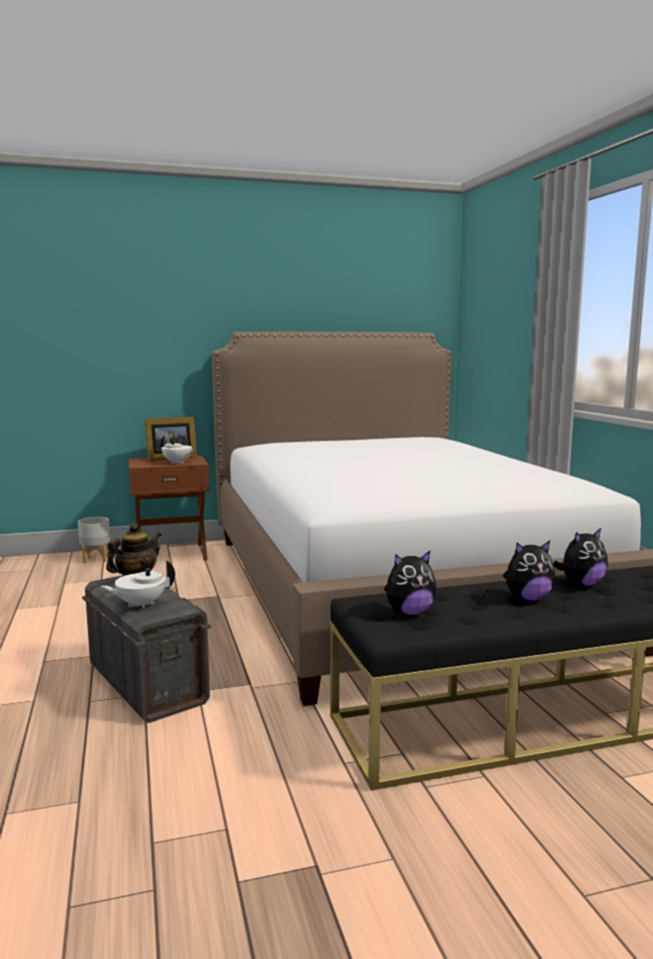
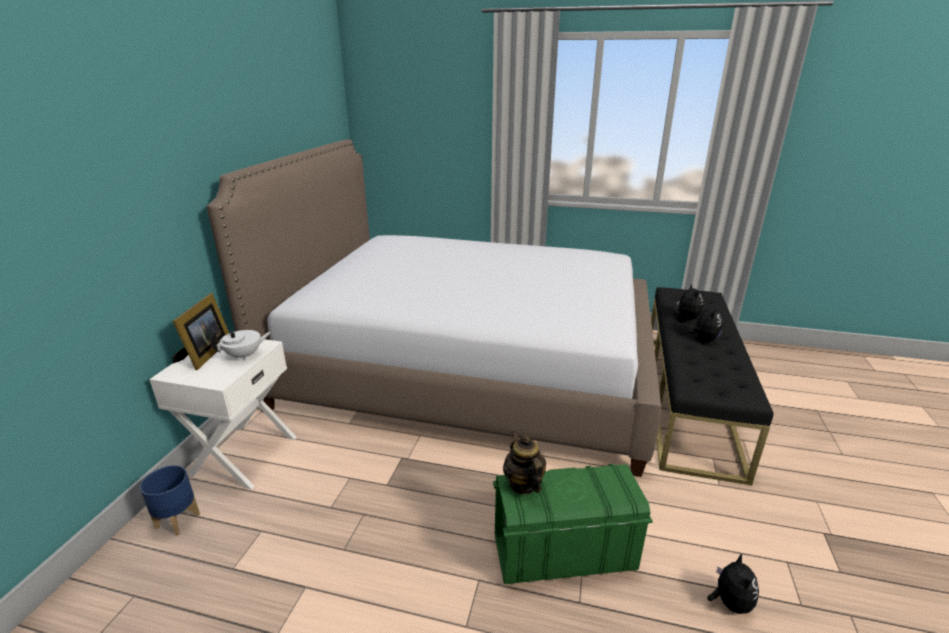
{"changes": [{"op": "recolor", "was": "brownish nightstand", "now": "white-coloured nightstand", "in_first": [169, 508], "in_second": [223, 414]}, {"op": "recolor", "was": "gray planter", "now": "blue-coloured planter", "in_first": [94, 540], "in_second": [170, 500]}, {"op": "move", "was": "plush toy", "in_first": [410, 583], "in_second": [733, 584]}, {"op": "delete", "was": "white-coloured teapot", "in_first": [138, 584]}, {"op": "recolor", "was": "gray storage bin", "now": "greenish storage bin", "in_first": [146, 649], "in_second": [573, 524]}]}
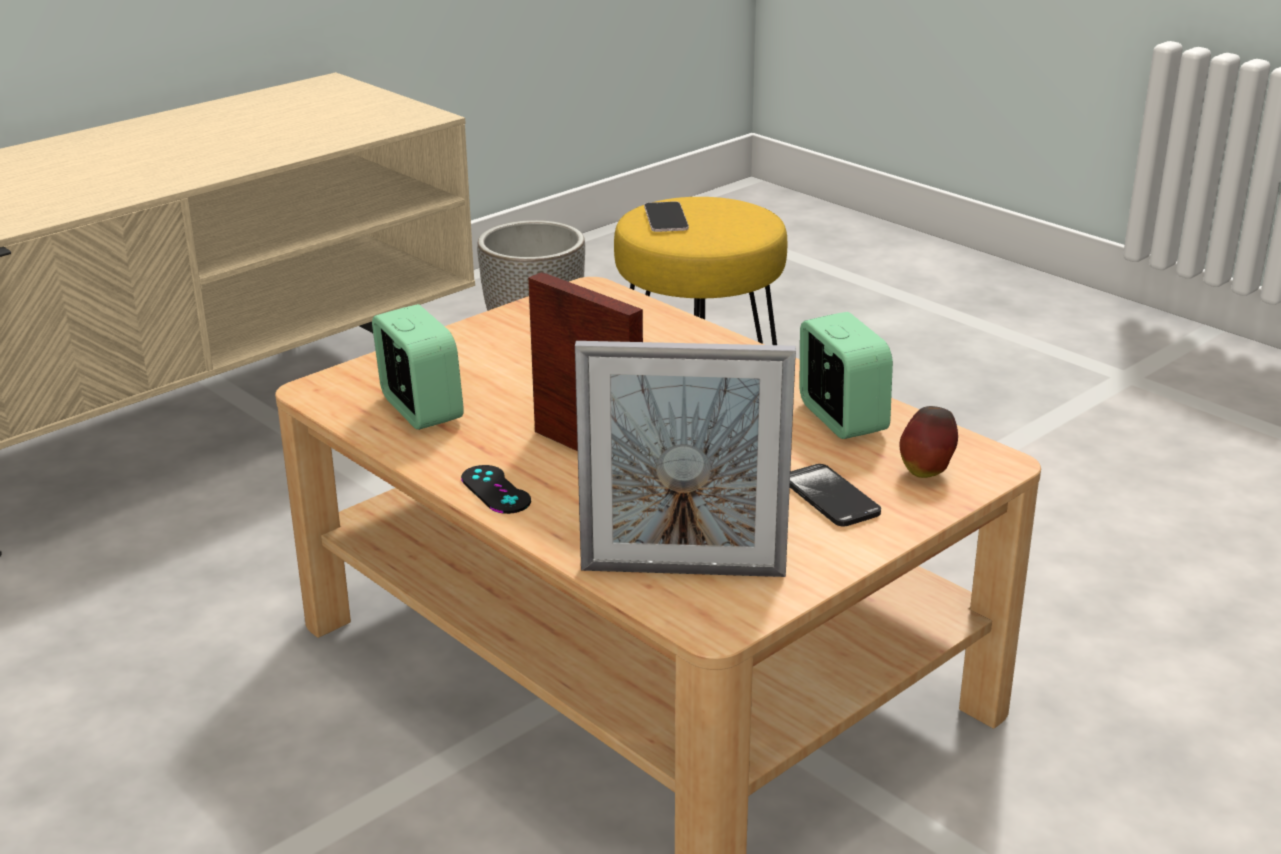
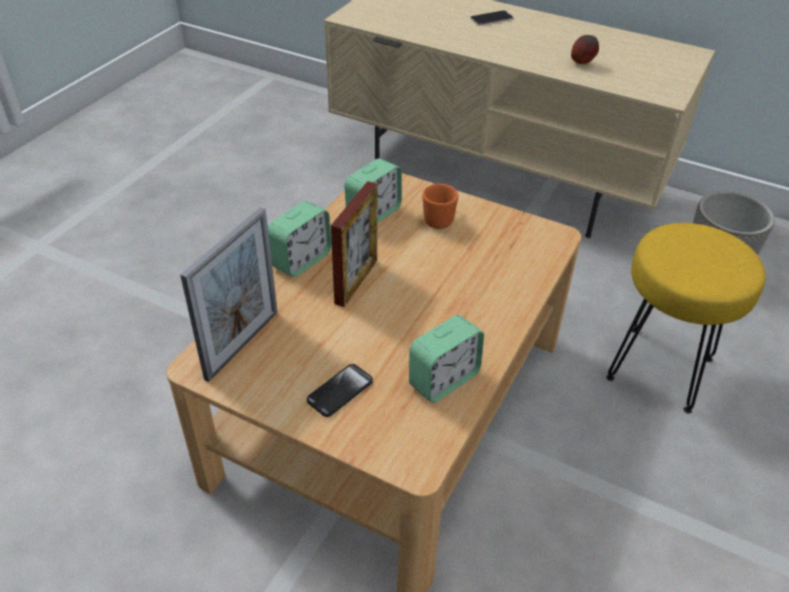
{"changes": [{"op": "move", "was": "handset", "in_first": [666, 216], "in_second": [492, 17]}, {"op": "rotate", "was": "standing frame", "in_first": [685, 459], "in_second": [229, 294], "clockwise": -135}, {"op": "move", "was": "apple fruit", "in_first": [929, 442], "in_second": [585, 49]}, {"op": "replace", "was": "blackish gamepad", "now": "bedside clock", "in_first": [496, 489], "in_second": [300, 239]}, {"op": "insert", "now": "orange mug", "in_second": [440, 206]}]}
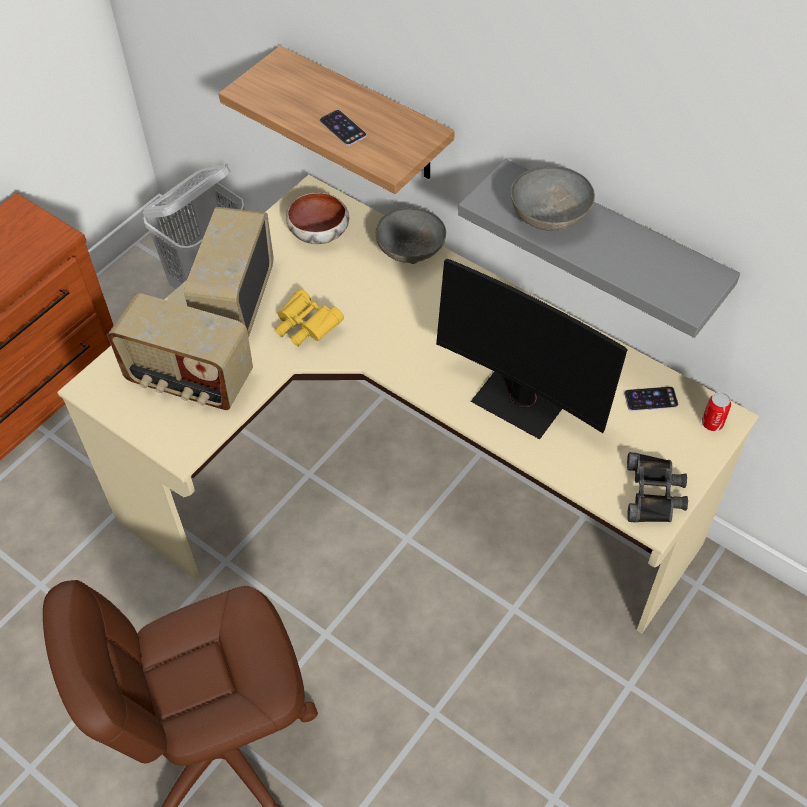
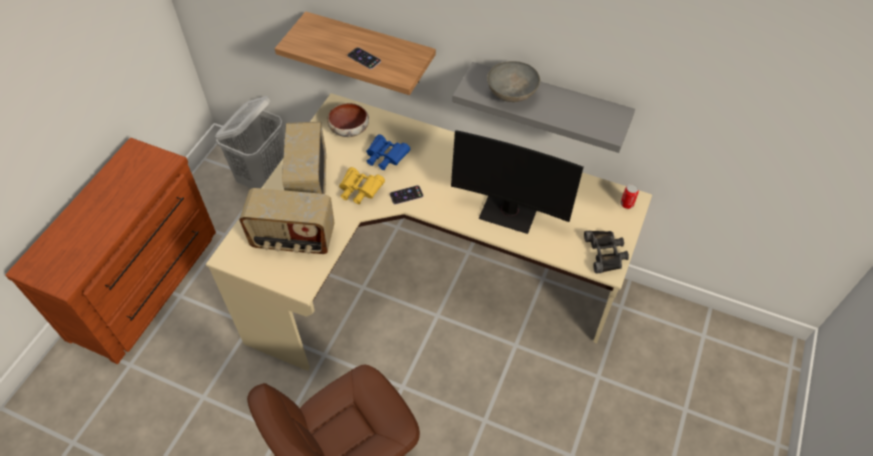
{"changes": [{"op": "delete", "was": "gray serving bowl", "in_first": [411, 235]}, {"op": "move", "was": "handset", "in_first": [651, 398], "in_second": [406, 195]}, {"op": "insert", "now": "blue-coloured binoculars", "in_second": [388, 152]}]}
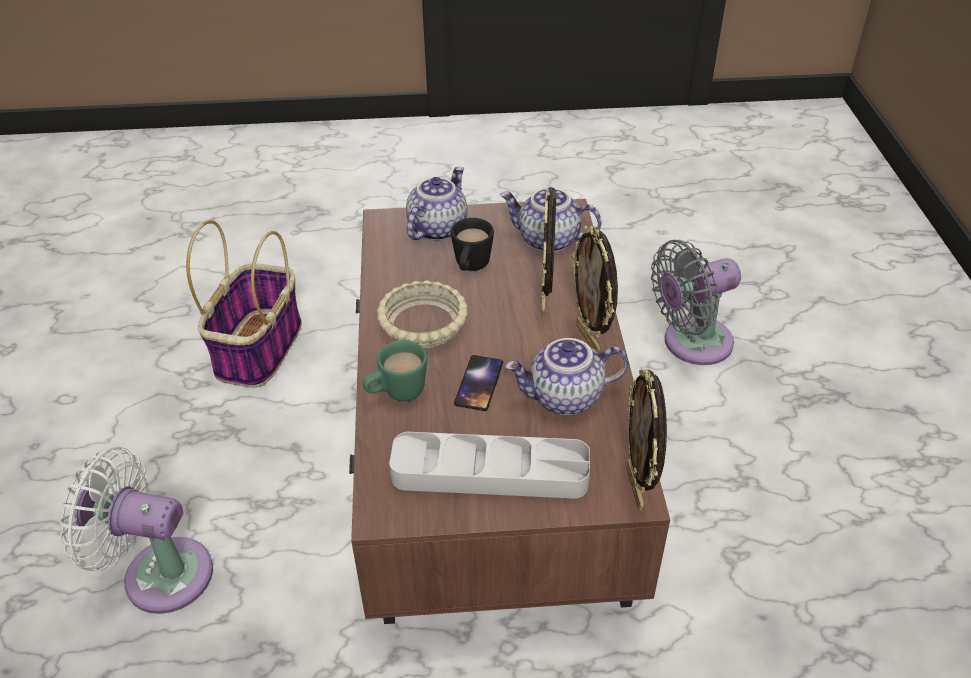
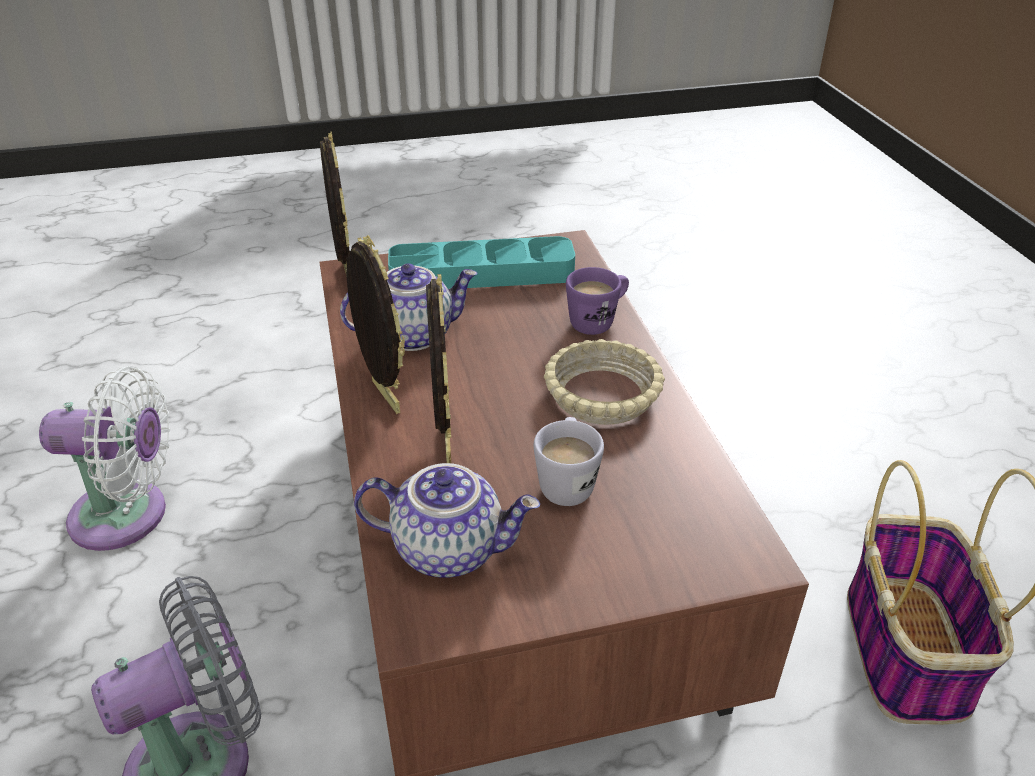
{"changes": [{"op": "delete", "was": "teapot", "in_first": [436, 204]}, {"op": "recolor", "was": "blackish mug", "now": "white-coloured mug", "in_first": [472, 244], "in_second": [569, 461]}, {"op": "recolor", "was": "greenish mug", "now": "purple-coloured mug", "in_first": [394, 370], "in_second": [597, 301]}, {"op": "delete", "was": "handset", "in_first": [478, 383]}, {"op": "recolor", "was": "gray serving tray", "now": "blue-green serving tray", "in_first": [489, 465], "in_second": [481, 262]}, {"op": "move", "was": "white-coloured cooling fan", "in_first": [136, 530], "in_second": [104, 458]}]}
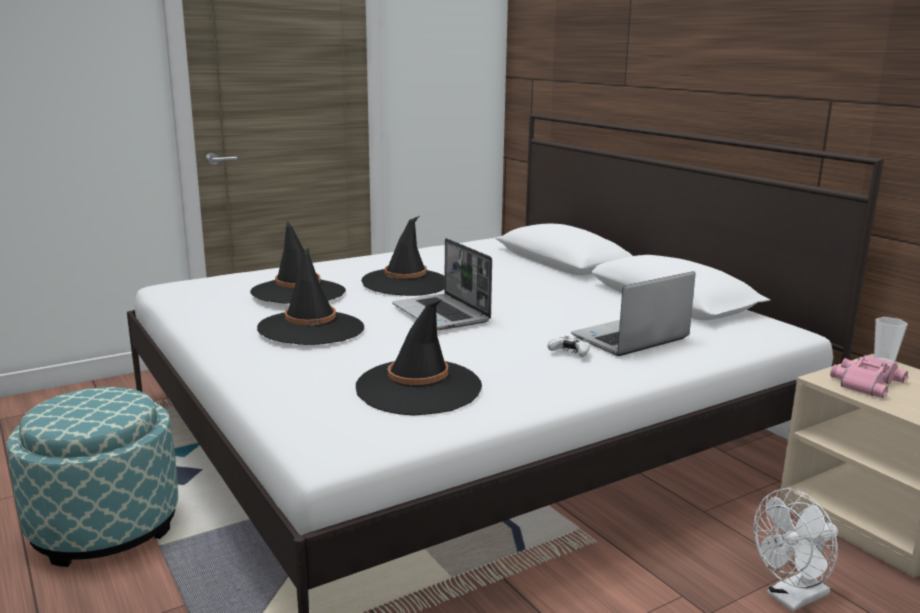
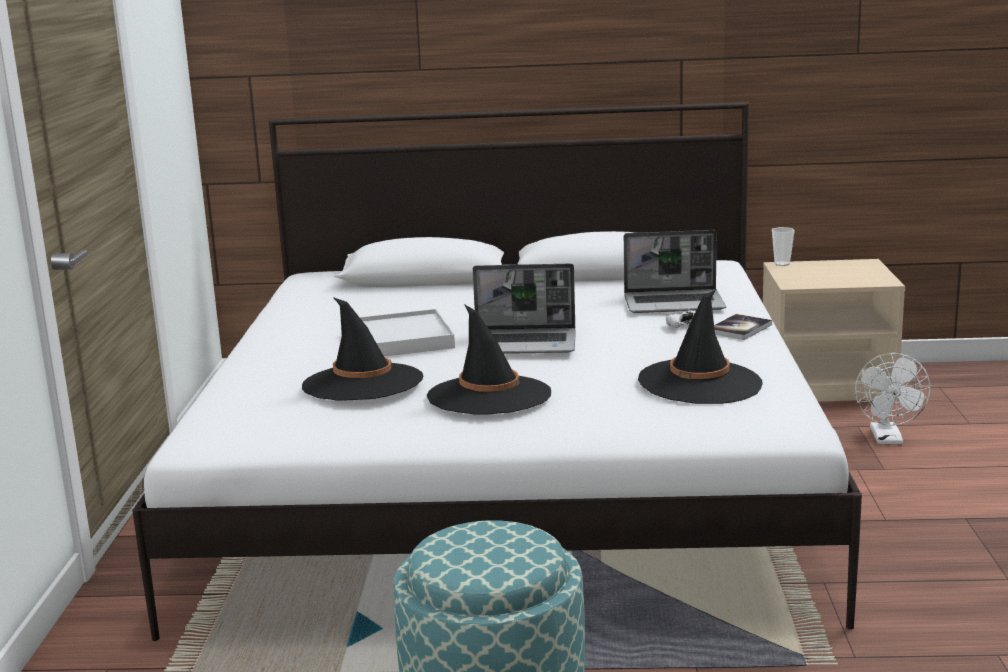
{"changes": [{"op": "replace", "was": "blackish wearable hat", "now": "white-coloured serving tray", "in_first": [403, 256], "in_second": [407, 332]}, {"op": "rotate", "was": "portable computer", "in_first": [633, 313], "in_second": [675, 271], "clockwise": -90}, {"op": "delete", "was": "pink binoculars", "in_first": [869, 376]}, {"op": "insert", "now": "bound book", "in_second": [743, 327]}]}
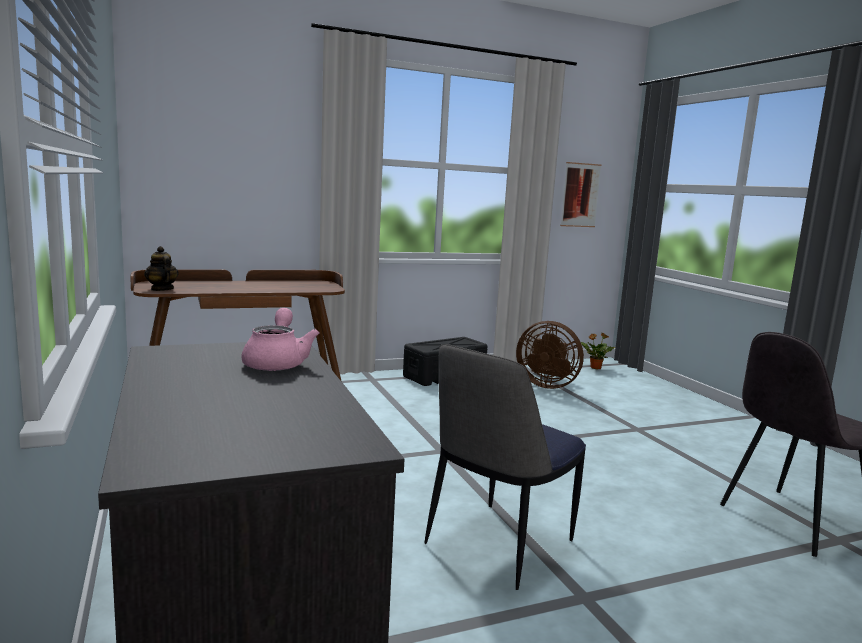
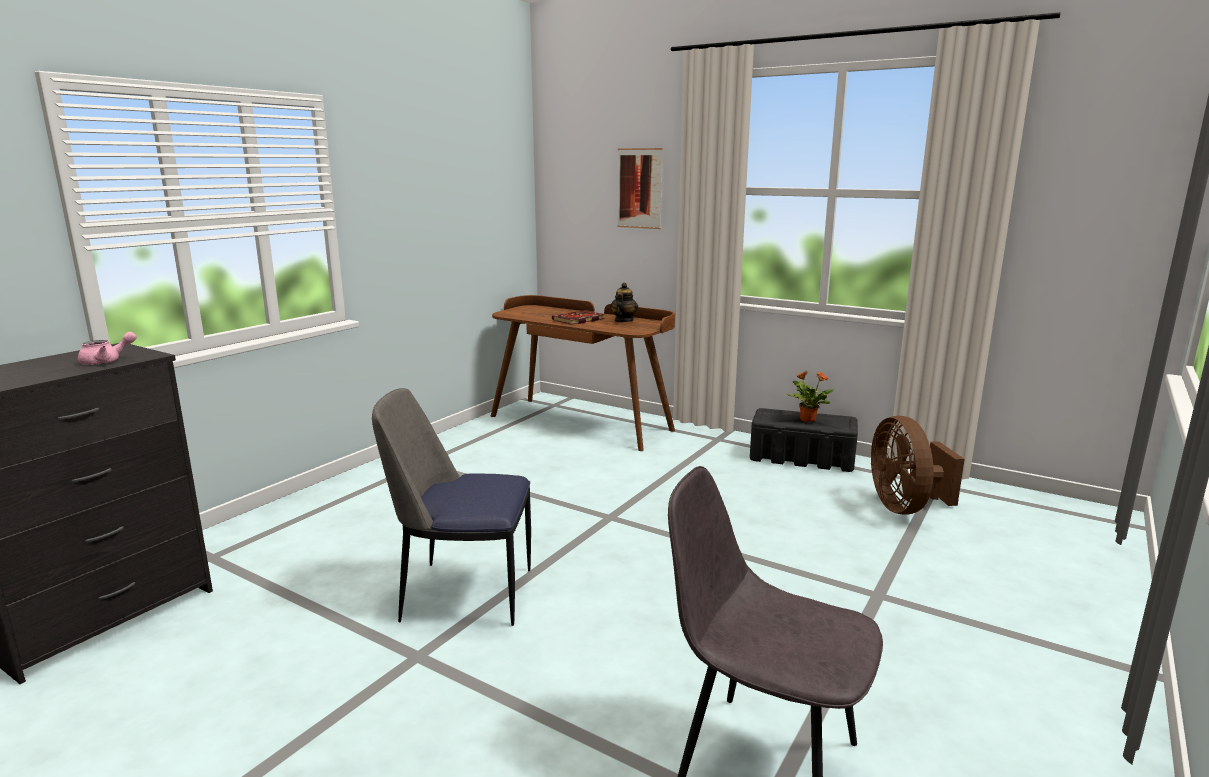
{"changes": [{"op": "move", "was": "picture", "in_first": [581, 194], "in_second": [640, 188]}, {"op": "move", "was": "teapot", "in_first": [161, 268], "in_second": [624, 302]}, {"op": "move", "was": "potted plant", "in_first": [598, 350], "in_second": [810, 396]}, {"op": "insert", "now": "bound book", "in_second": [578, 317]}]}
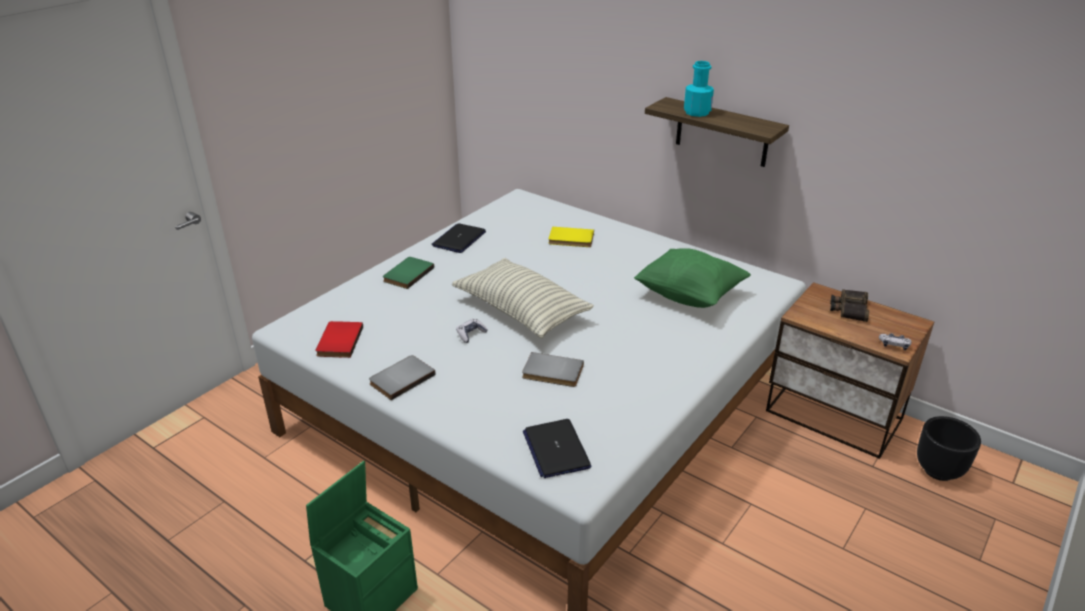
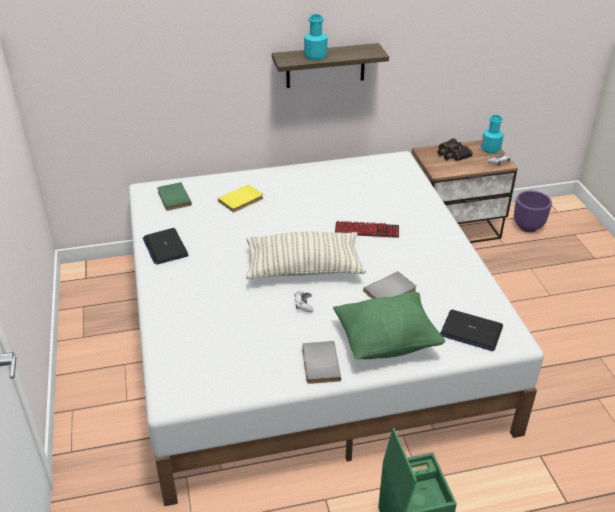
{"changes": [{"op": "move", "was": "greenish throw pillow", "in_first": [692, 278], "in_second": [389, 326]}, {"op": "move", "was": "greenish bound book", "in_first": [408, 273], "in_second": [174, 196]}, {"op": "delete", "was": "reddish bound book", "in_first": [339, 339]}, {"op": "recolor", "was": "blackish planter", "now": "purple-coloured planter", "in_first": [949, 448], "in_second": [533, 211]}, {"op": "insert", "now": "blue-green drink bottle", "in_second": [492, 134]}, {"op": "insert", "now": "computer keyboard", "in_second": [367, 229]}]}
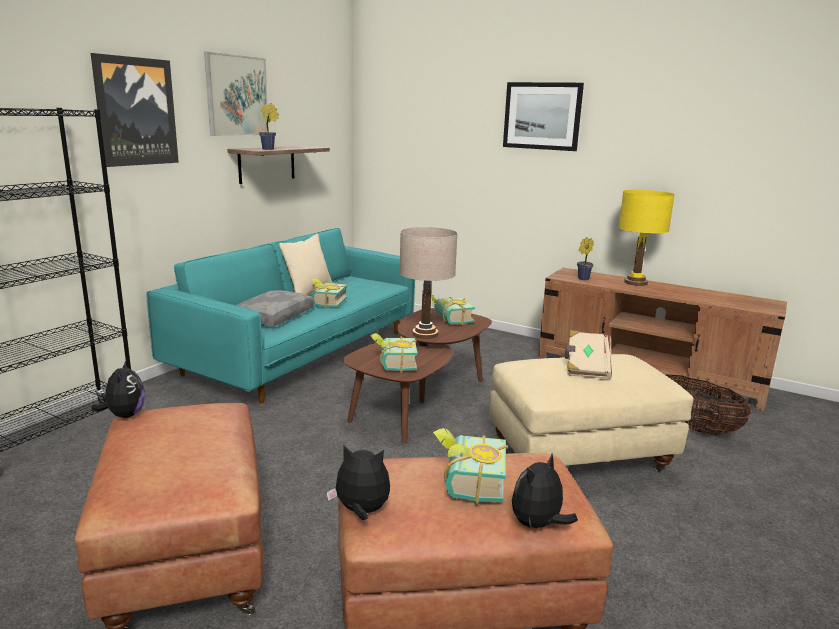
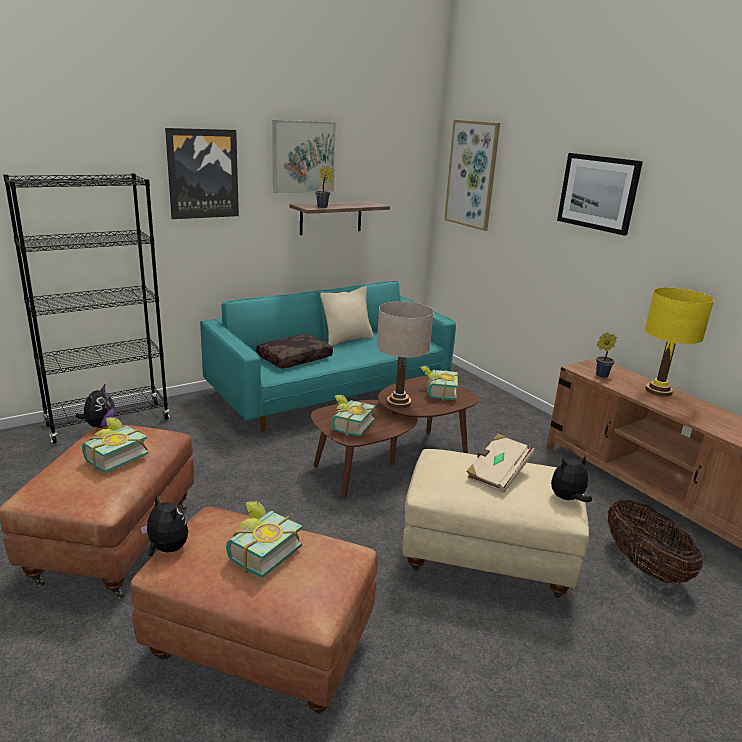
{"changes": [{"op": "move", "was": "bound book", "in_first": [329, 293], "in_second": [115, 445]}, {"op": "recolor", "was": "gray throw pillow", "now": "brownish throw pillow", "in_first": [275, 308], "in_second": [294, 351]}, {"op": "move", "was": "plush toy", "in_first": [545, 492], "in_second": [571, 478]}, {"op": "insert", "now": "picture", "in_second": [472, 175]}]}
